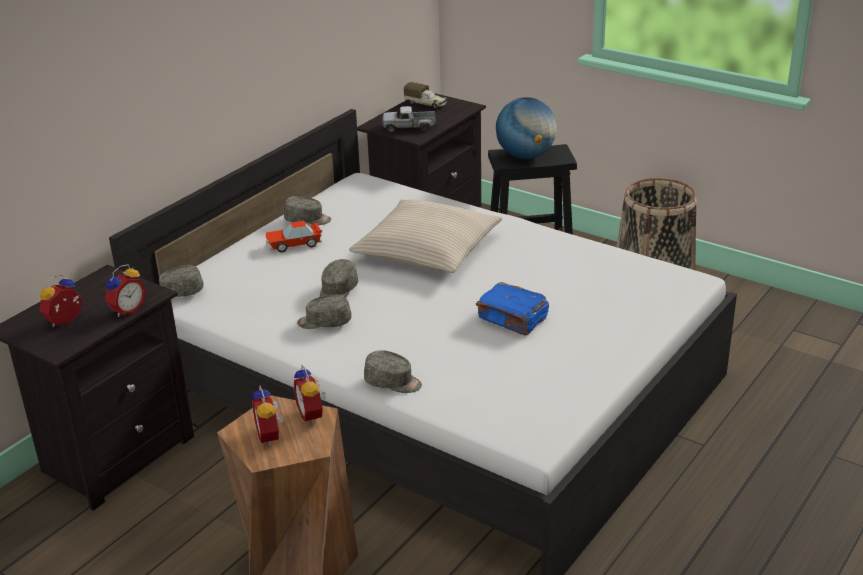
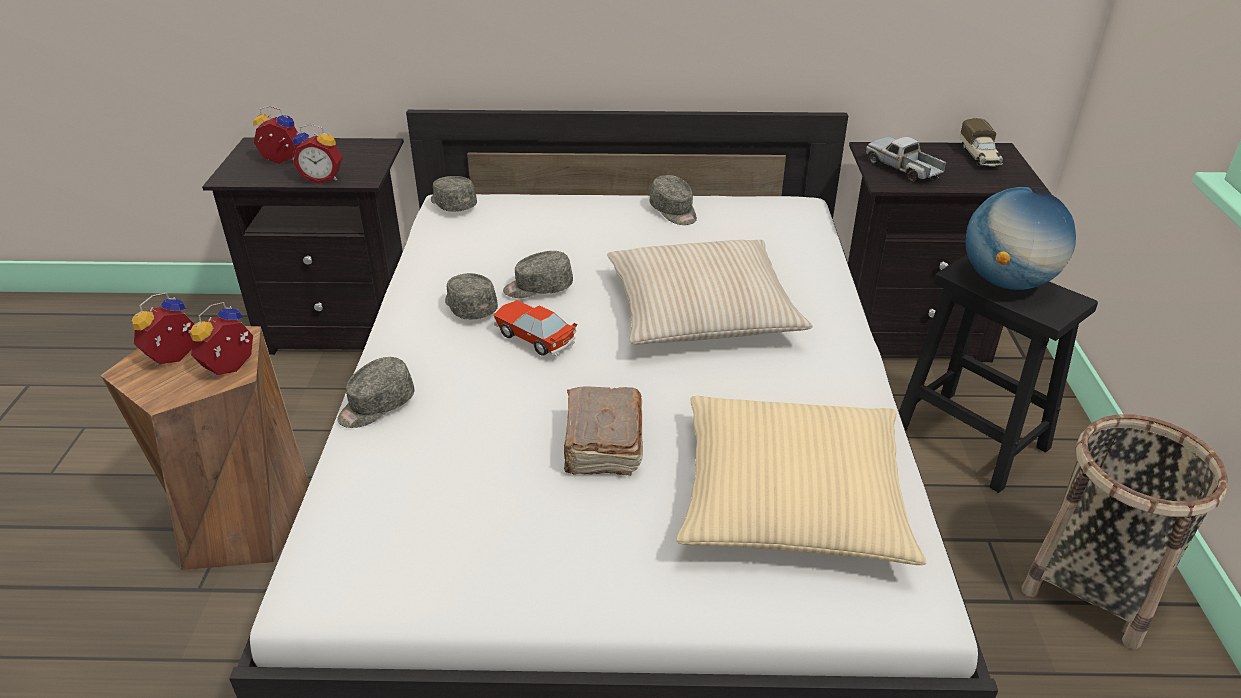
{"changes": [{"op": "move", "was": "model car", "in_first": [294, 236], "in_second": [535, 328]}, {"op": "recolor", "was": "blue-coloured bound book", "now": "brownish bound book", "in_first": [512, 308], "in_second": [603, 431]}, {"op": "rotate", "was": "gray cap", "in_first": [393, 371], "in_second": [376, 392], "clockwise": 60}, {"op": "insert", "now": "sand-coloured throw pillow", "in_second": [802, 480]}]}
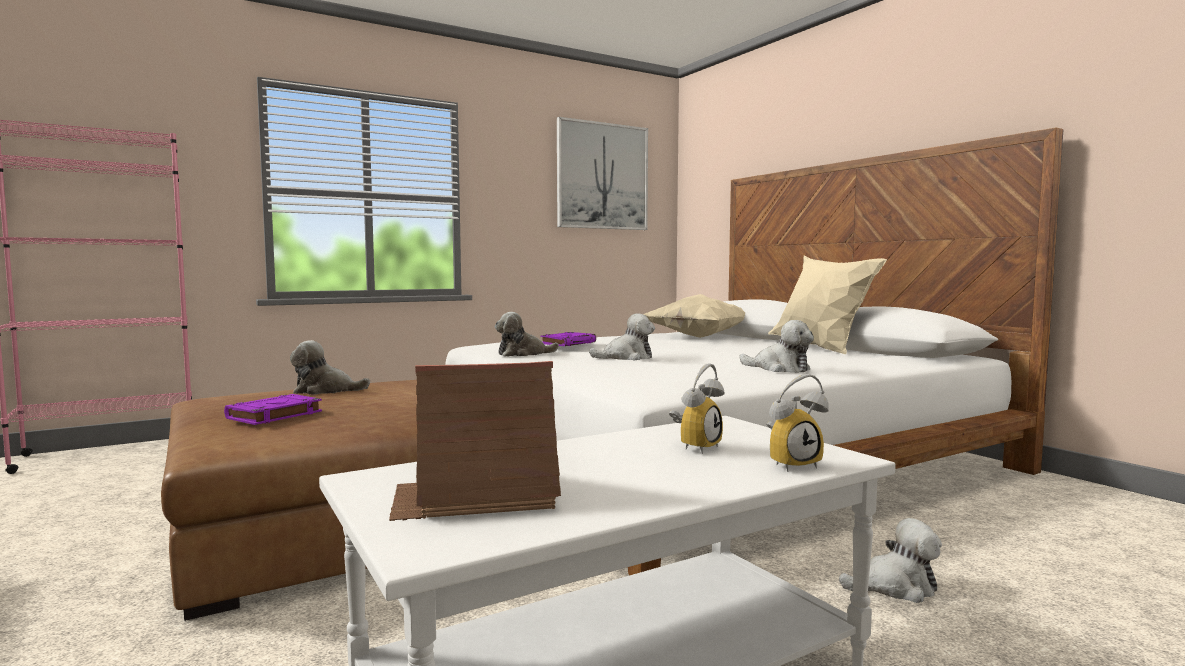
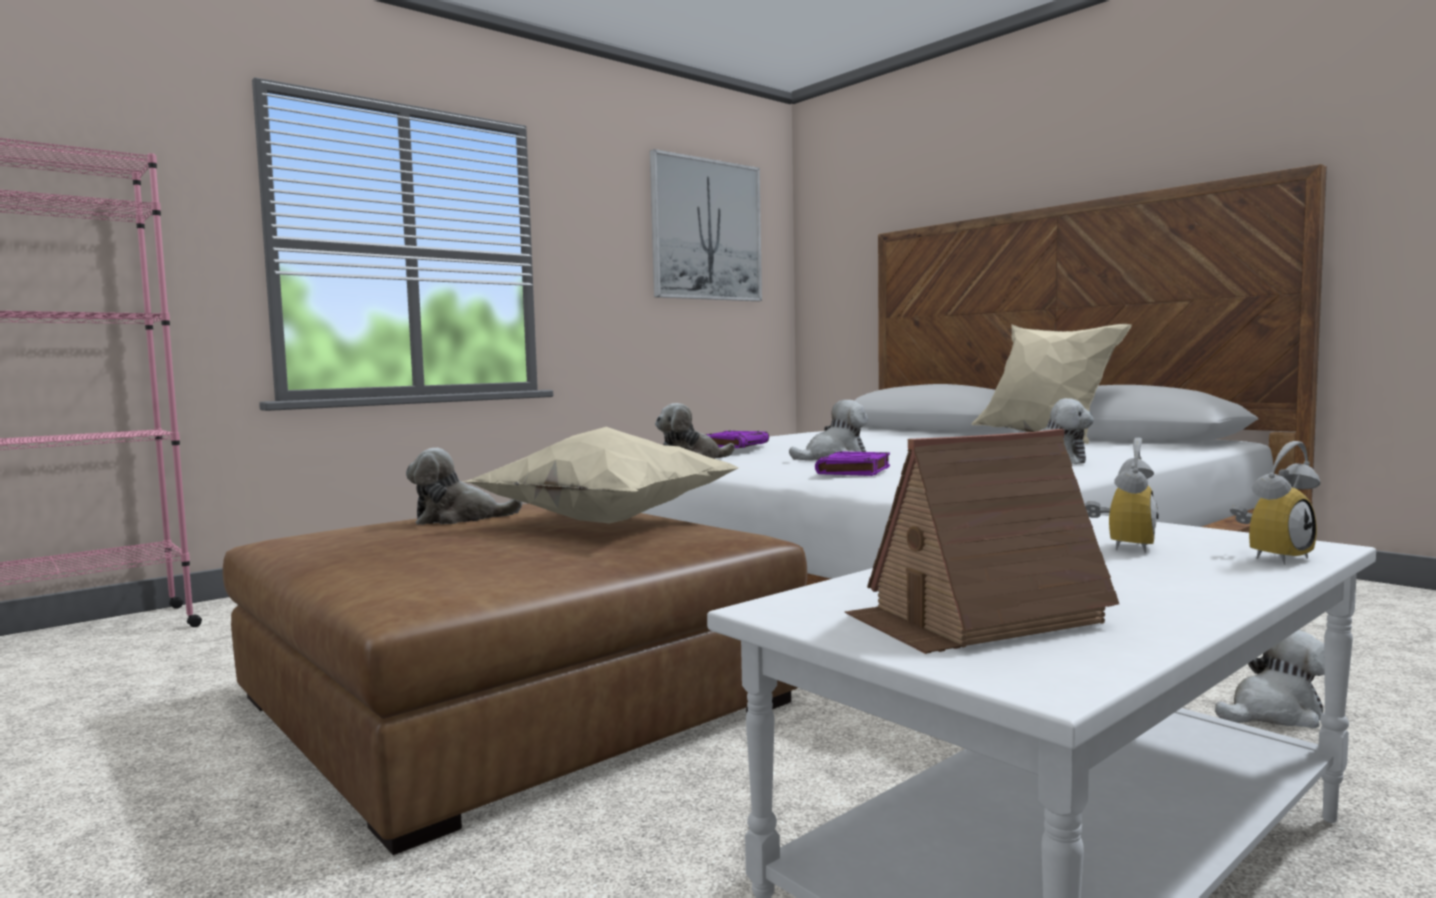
{"changes": [{"op": "move", "was": "sand-coloured throw pillow", "in_first": [694, 316], "in_second": [600, 475]}, {"op": "move", "was": "purple-coloured bound book", "in_first": [273, 409], "in_second": [852, 463]}]}
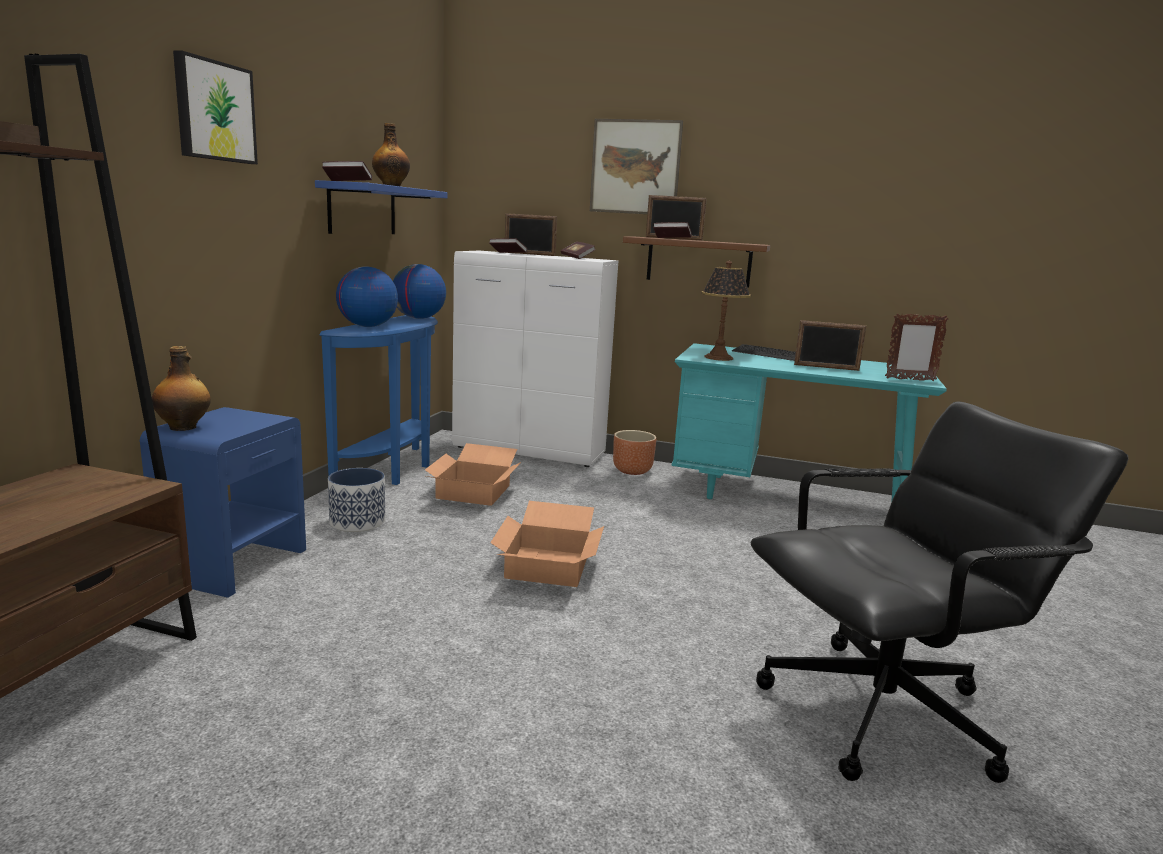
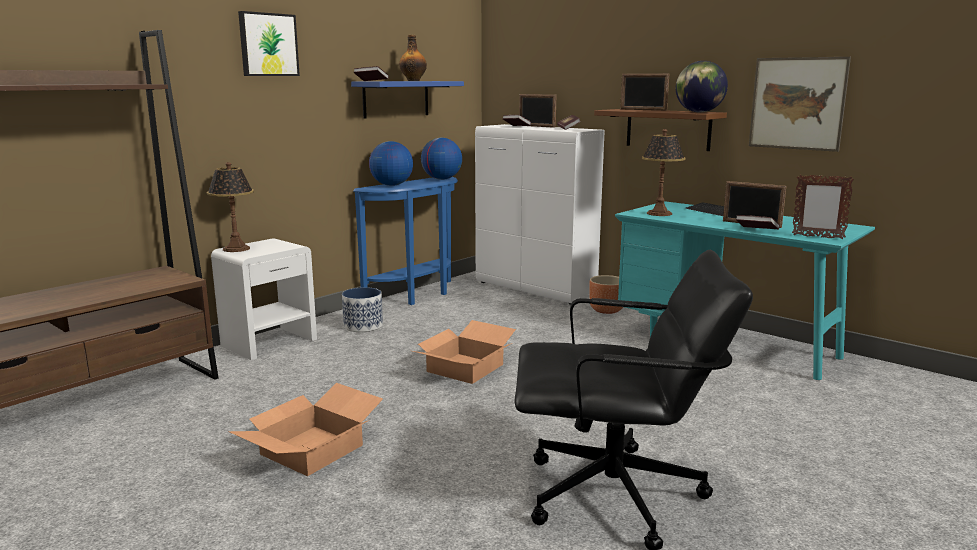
{"changes": [{"op": "move", "was": "picture", "in_first": [636, 166], "in_second": [800, 104]}, {"op": "move", "was": "bound book", "in_first": [672, 230], "in_second": [758, 222]}, {"op": "replace", "was": "drink bottle", "now": "lamp for a table", "in_first": [181, 388], "in_second": [230, 207]}, {"op": "recolor", "was": "blue-coloured nightstand", "now": "white-coloured nightstand", "in_first": [223, 502], "in_second": [264, 299]}, {"op": "move", "was": "packing box", "in_first": [473, 474], "in_second": [305, 429]}, {"op": "insert", "now": "world globe", "in_second": [702, 86]}]}
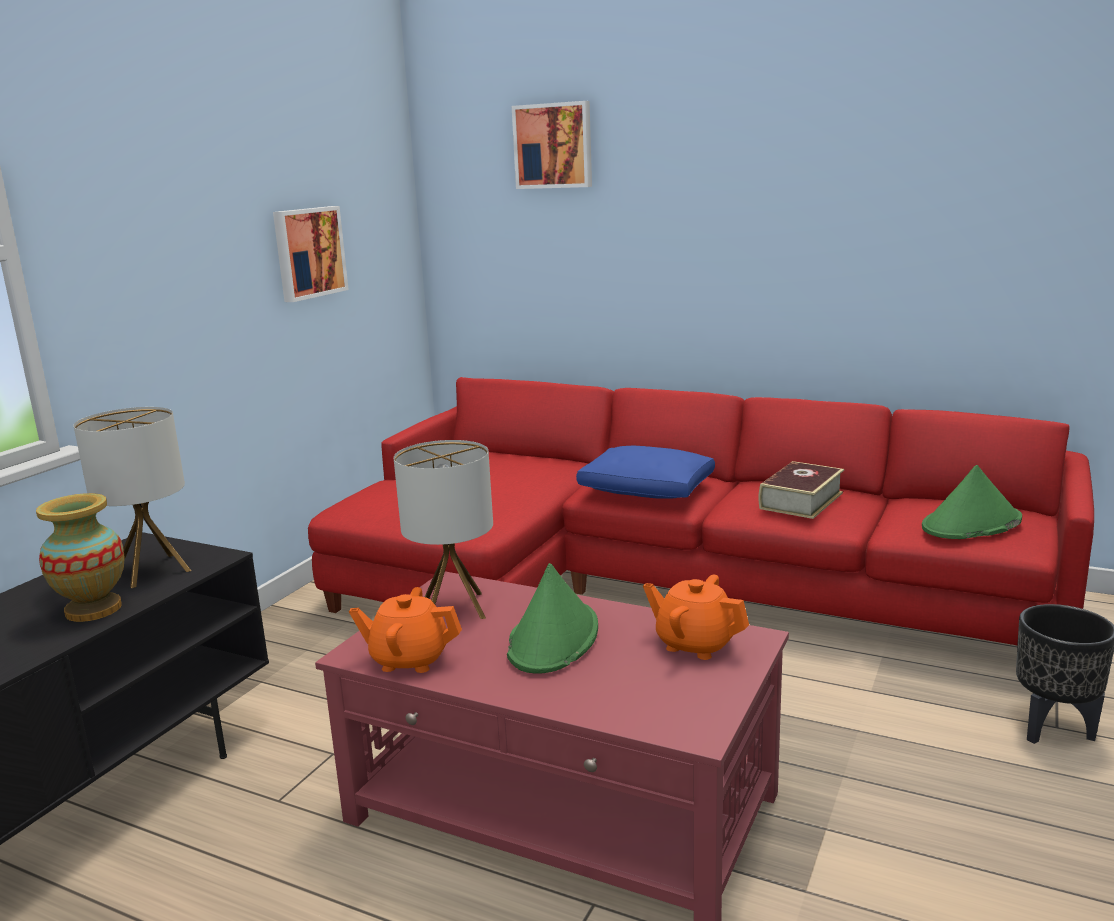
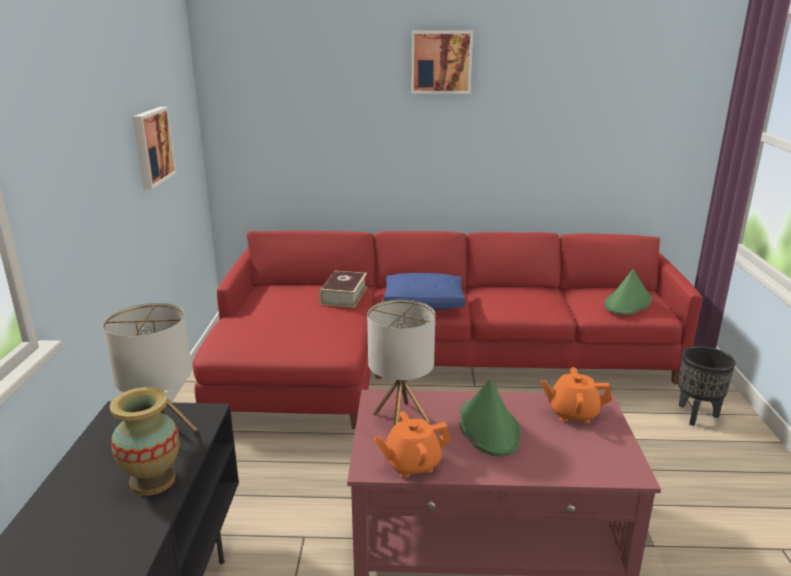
{"changes": [{"op": "move", "was": "picture", "in_first": [552, 145], "in_second": [442, 62]}, {"op": "move", "was": "bound book", "in_first": [801, 490], "in_second": [343, 289]}]}
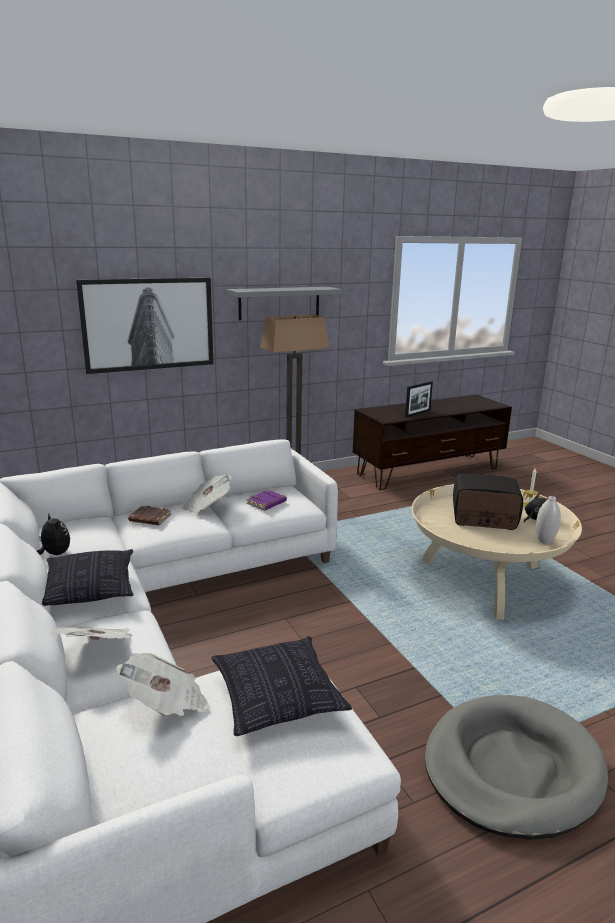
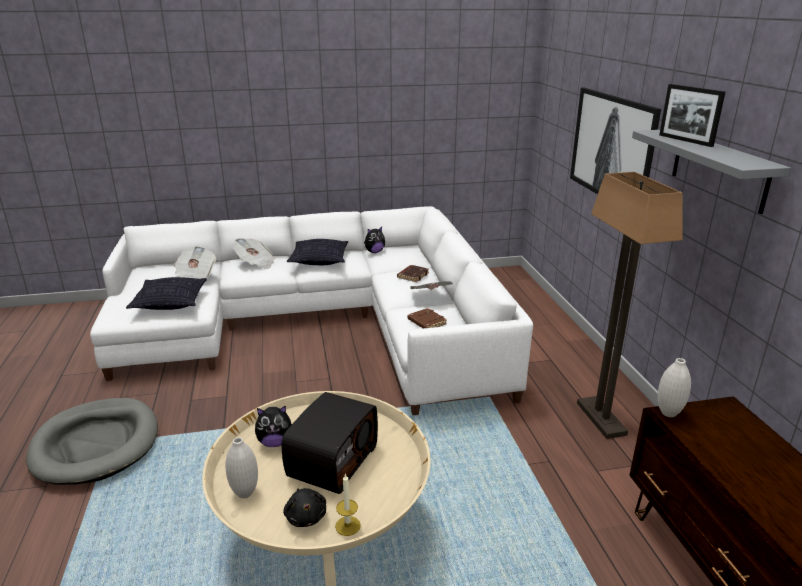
{"changes": [{"op": "move", "was": "standing frame", "in_first": [419, 399], "in_second": [692, 115]}, {"op": "recolor", "was": "purple-coloured bound book", "now": "brownish bound book", "in_first": [267, 500], "in_second": [427, 318]}, {"op": "insert", "now": "white-coloured decorative vase", "in_second": [674, 387]}, {"op": "insert", "now": "plush toy", "in_second": [273, 426]}]}
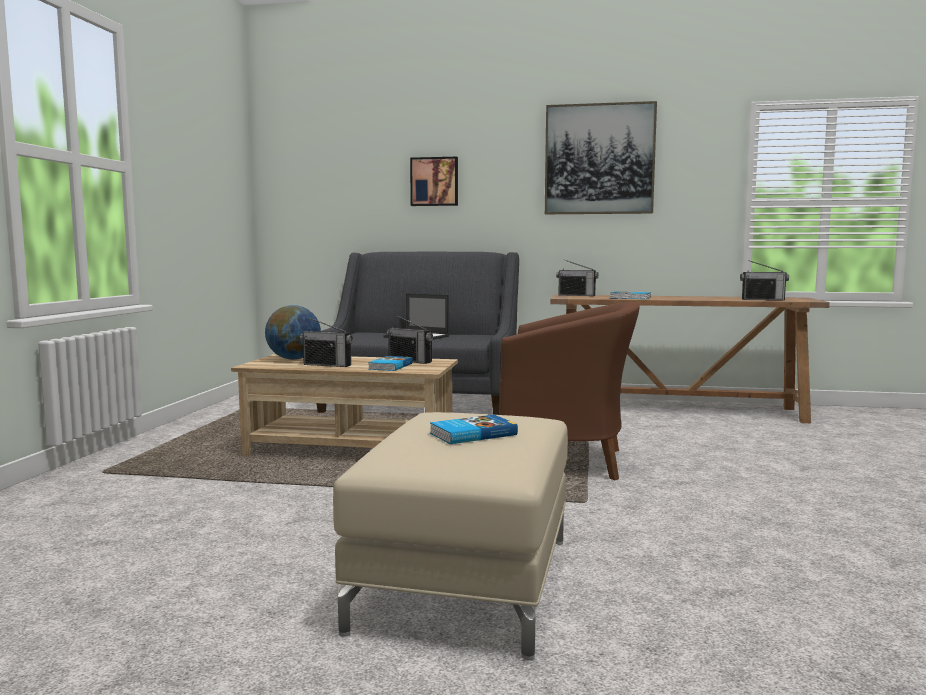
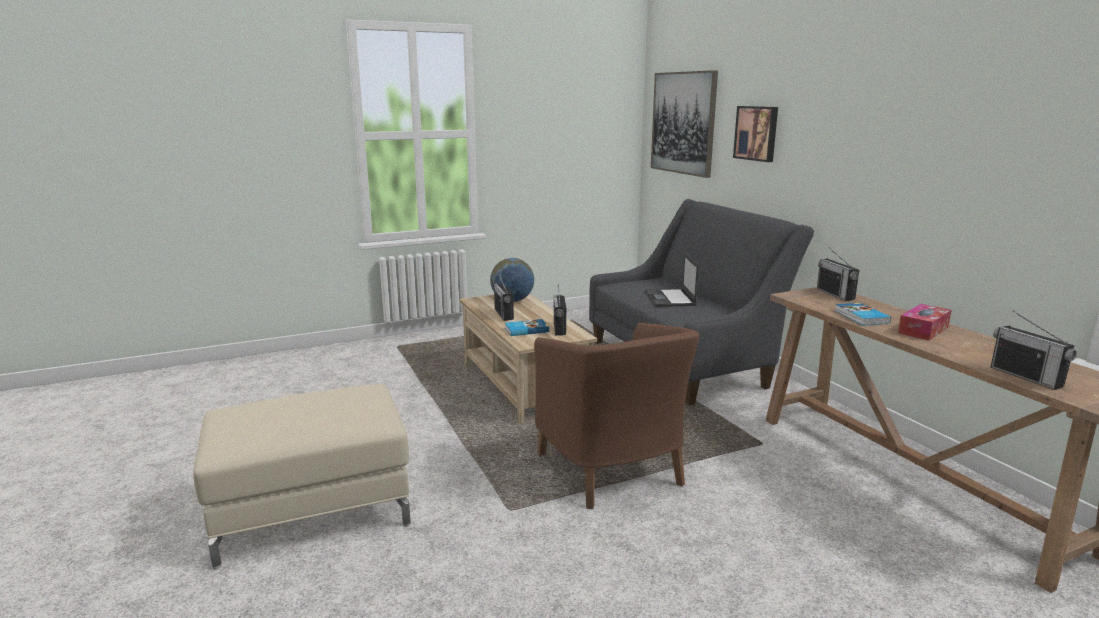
{"changes": [{"op": "move", "was": "picture", "in_first": [601, 157], "in_second": [684, 124]}, {"op": "delete", "was": "bound book", "in_first": [474, 429]}, {"op": "insert", "now": "box of tissues", "in_second": [924, 322]}]}
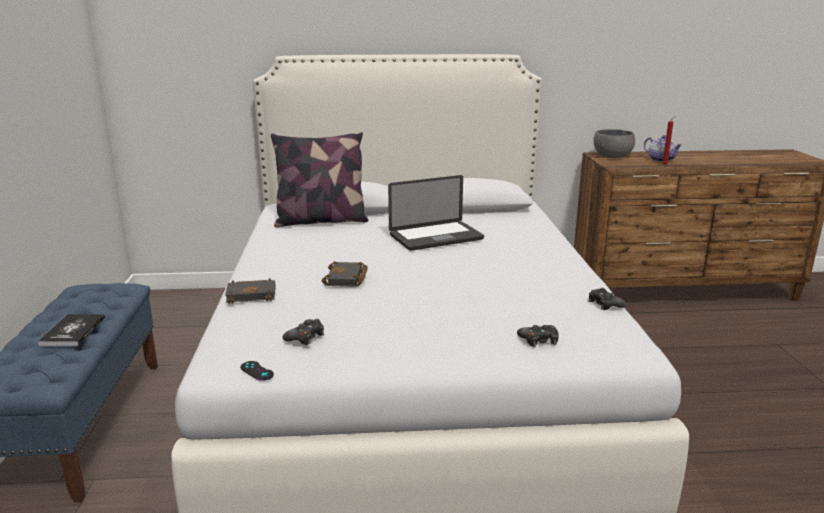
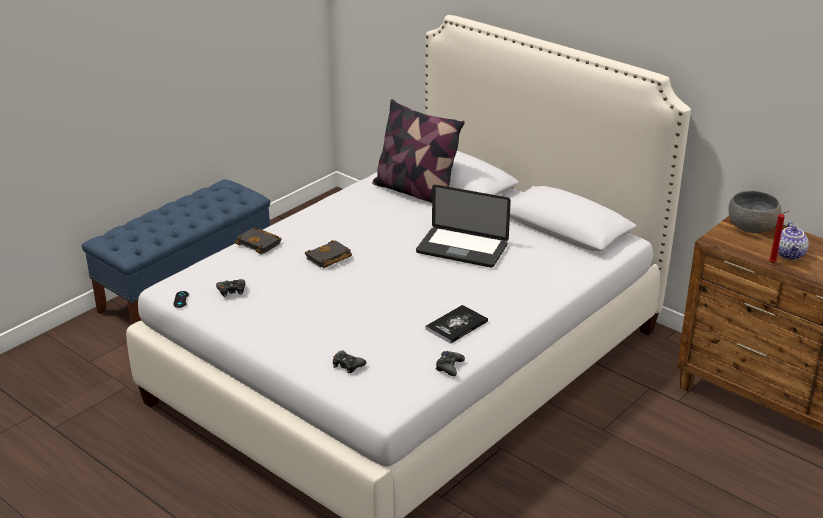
{"changes": [{"op": "move", "was": "bound book", "in_first": [71, 330], "in_second": [456, 324]}]}
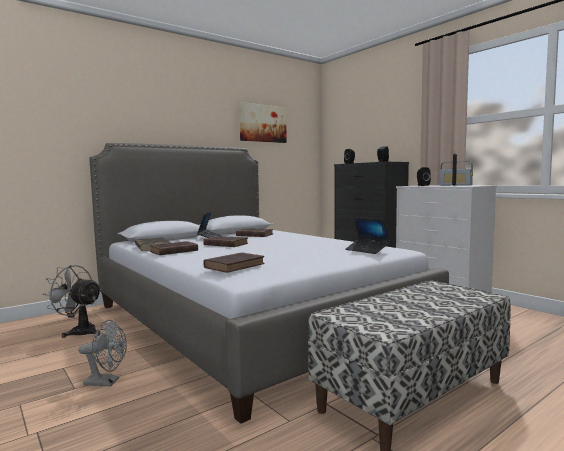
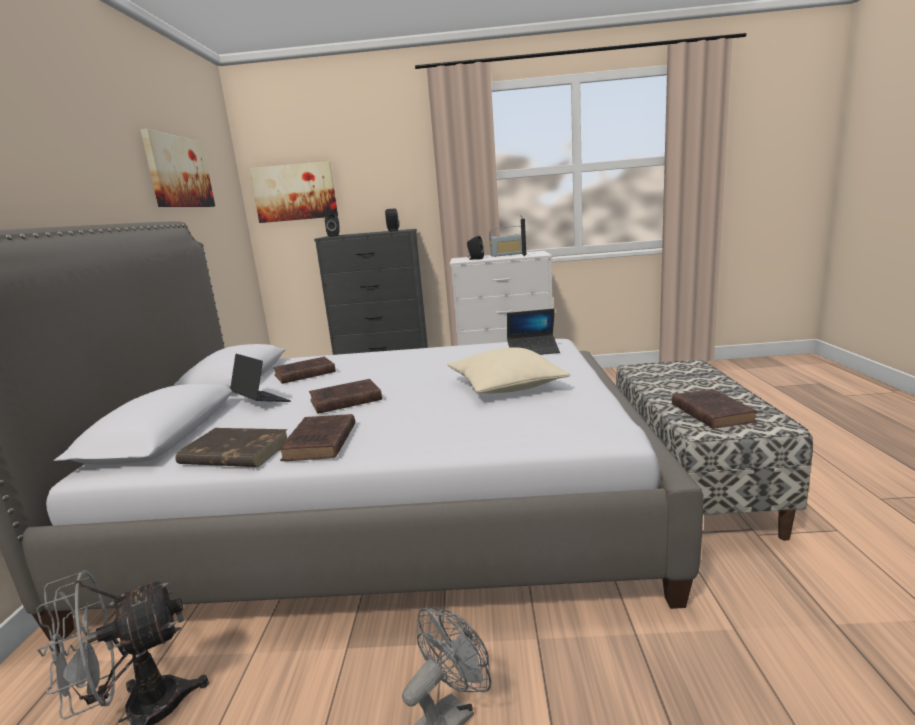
{"changes": [{"op": "move", "was": "brownish bound book", "in_first": [234, 262], "in_second": [715, 409]}, {"op": "insert", "now": "picture", "in_second": [293, 192]}, {"op": "insert", "now": "sand-coloured throw pillow", "in_second": [508, 370]}]}
